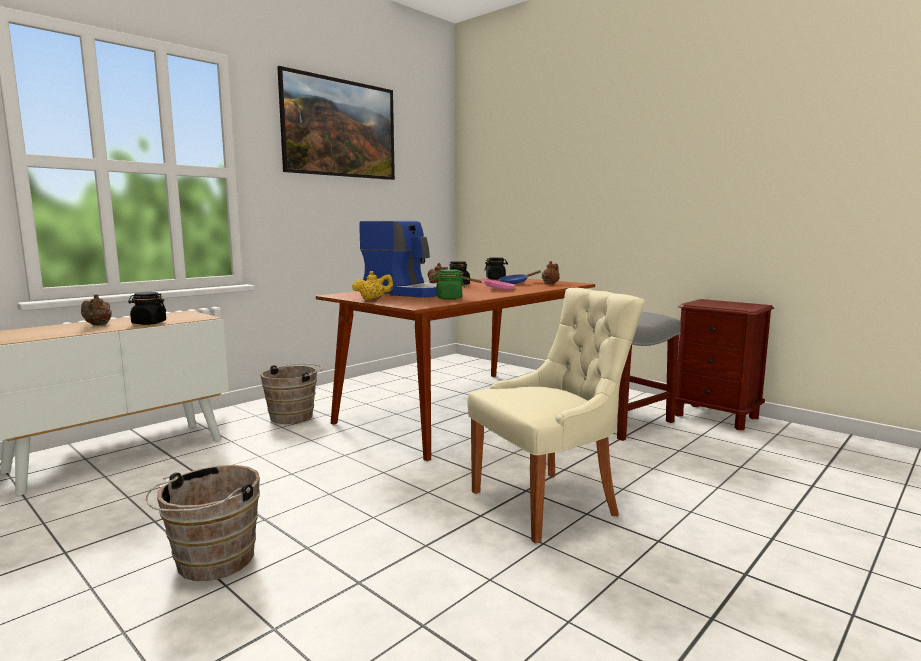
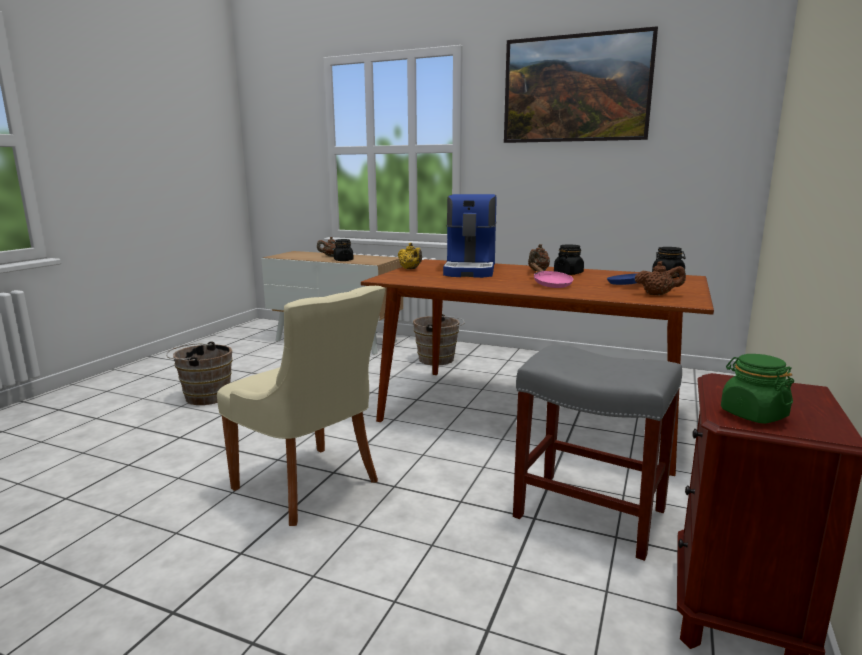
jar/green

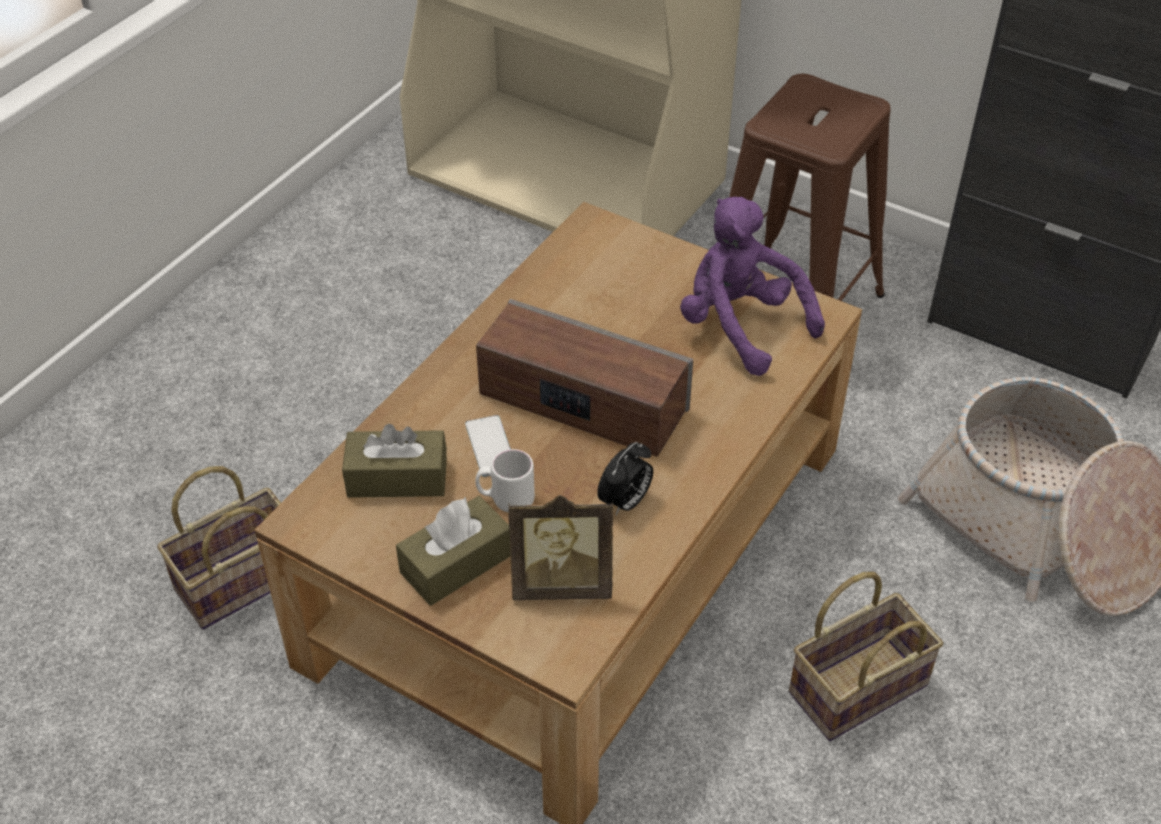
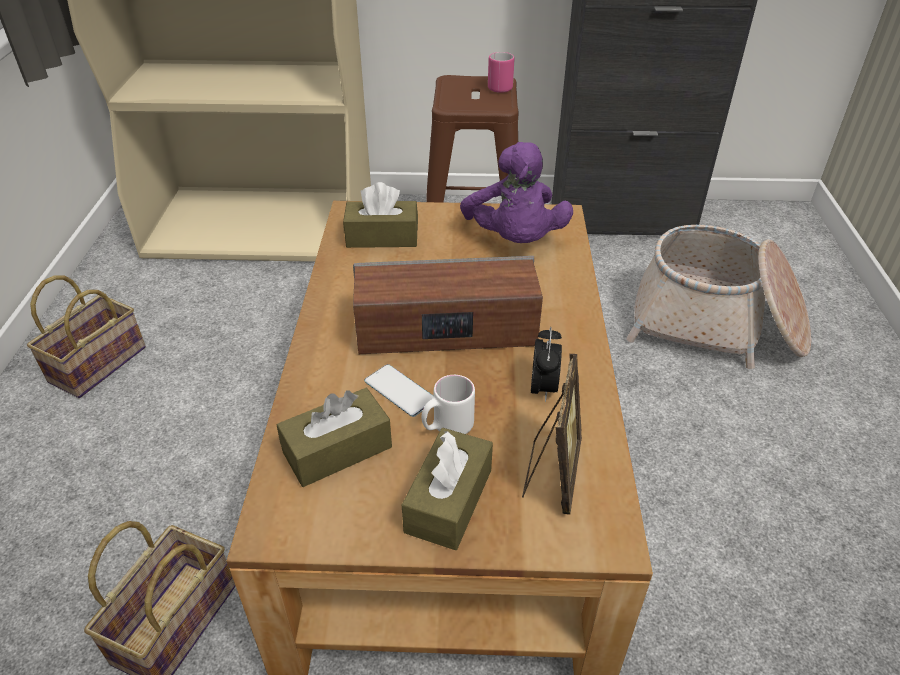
plush toy/purple; picture frame; basket (1st from left); mug/pink; tissue box/brown (2nd from left)

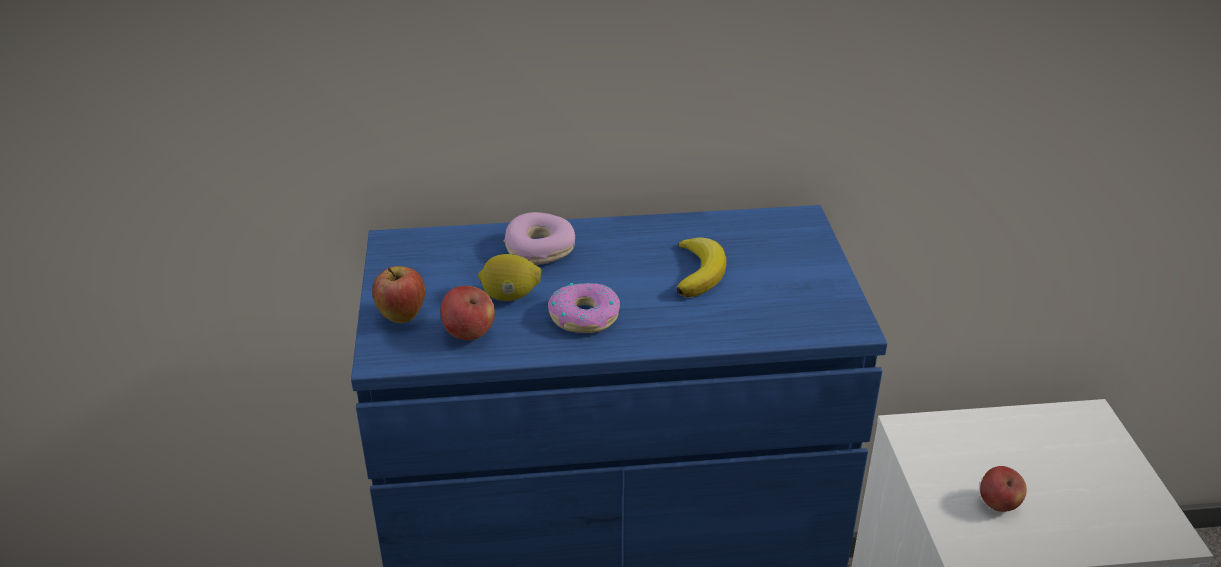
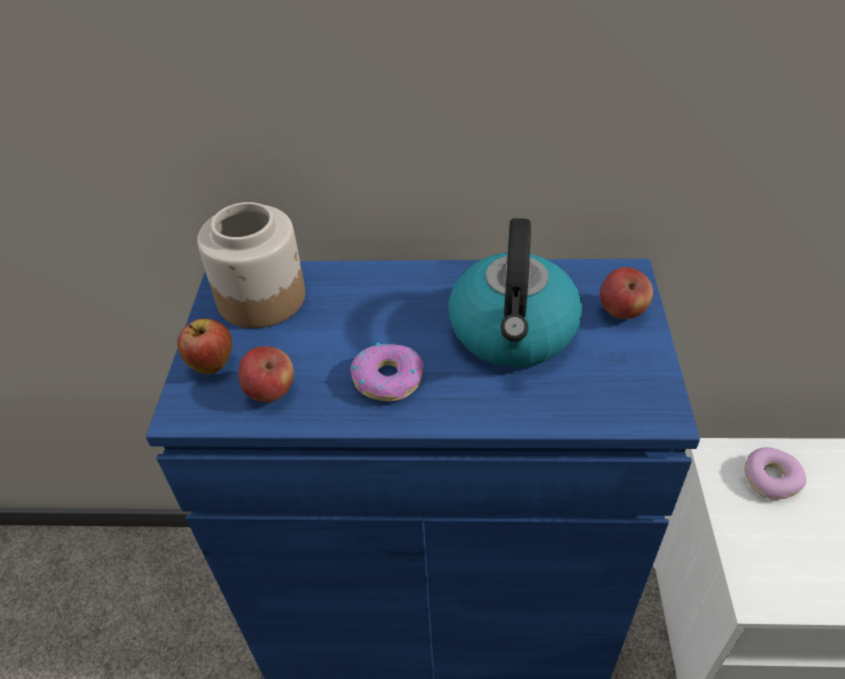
donut (2nd from left); kettle; lemon; apple (3rd from left); jar

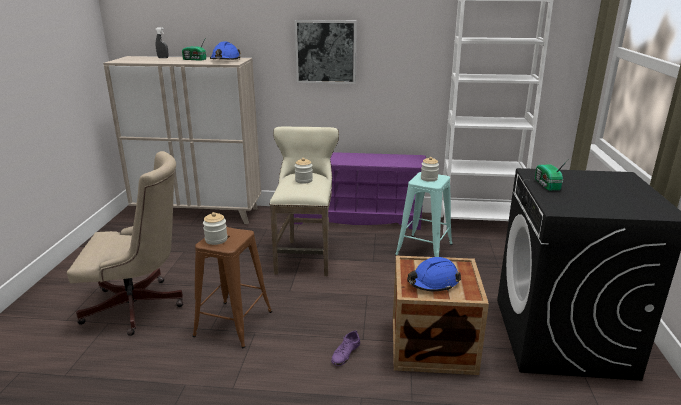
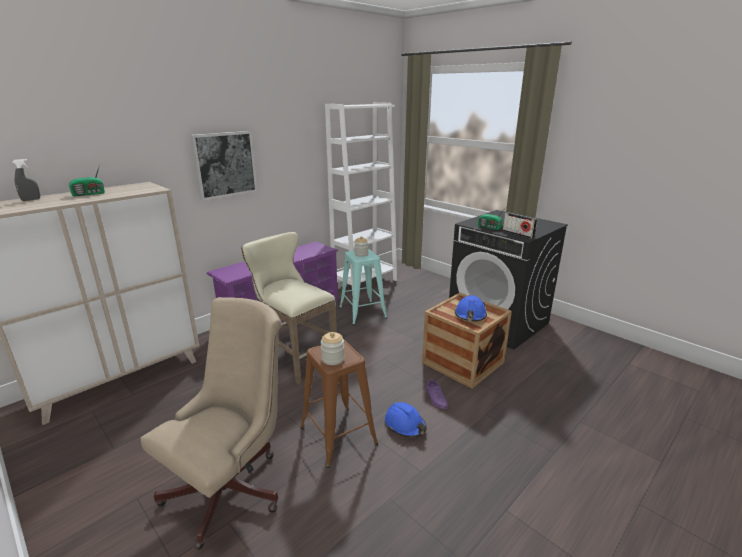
hard hat/blue (1st from left); jar (2nd from left in the first image); radio (3rd from left)

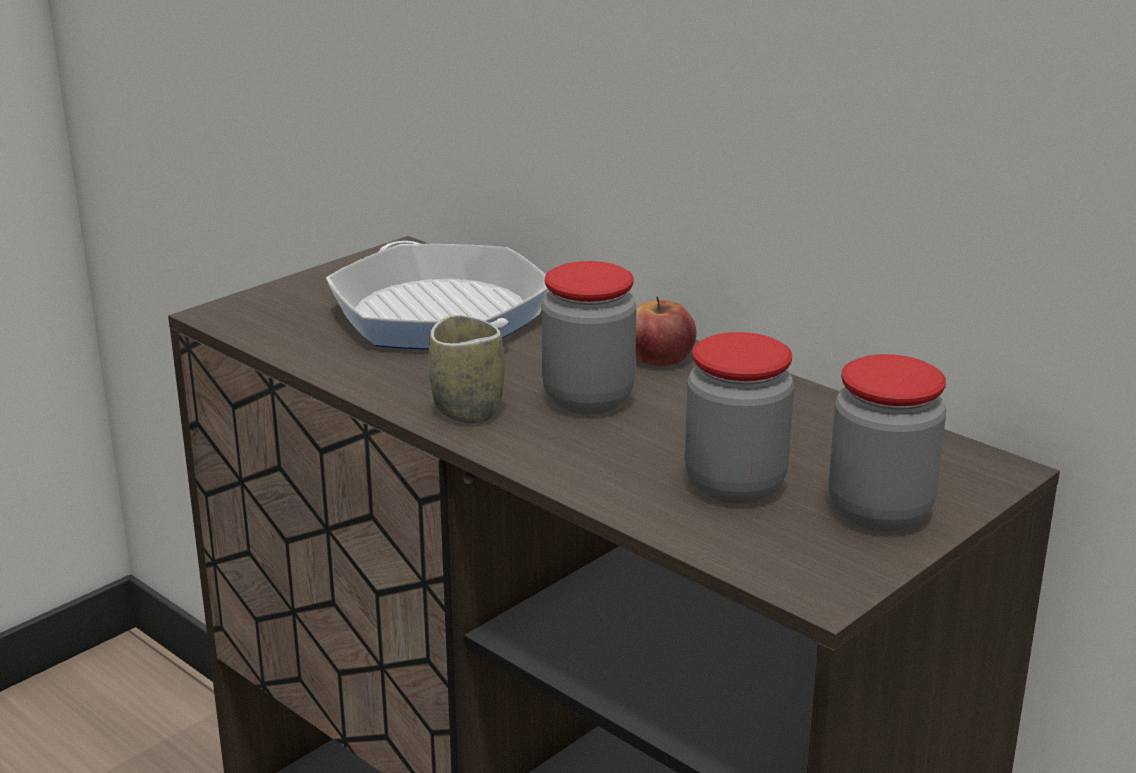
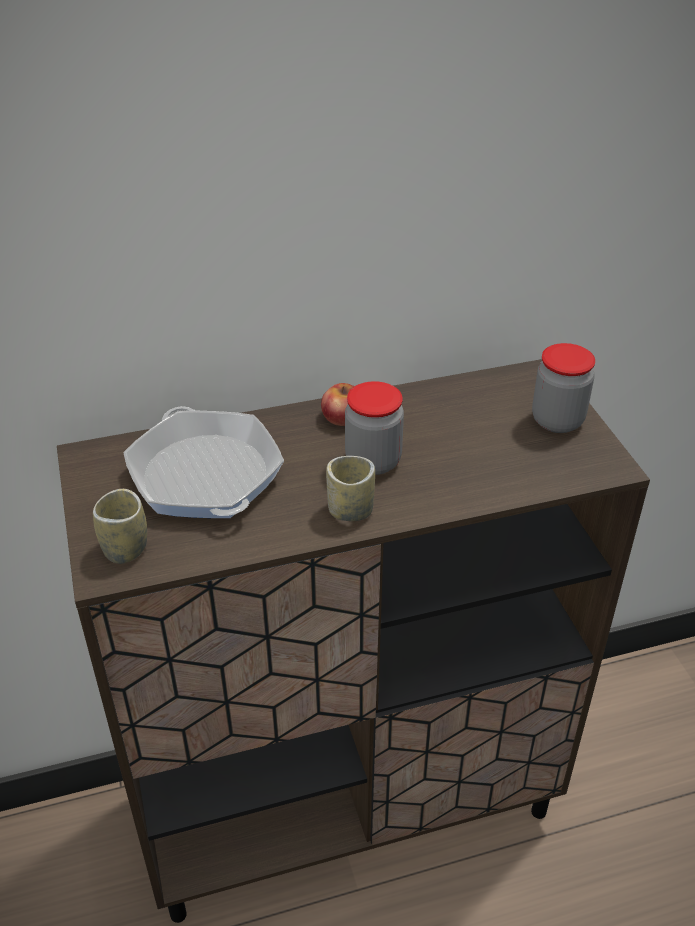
frying pan; jar (2nd from left in the first image); cup (1st from left)

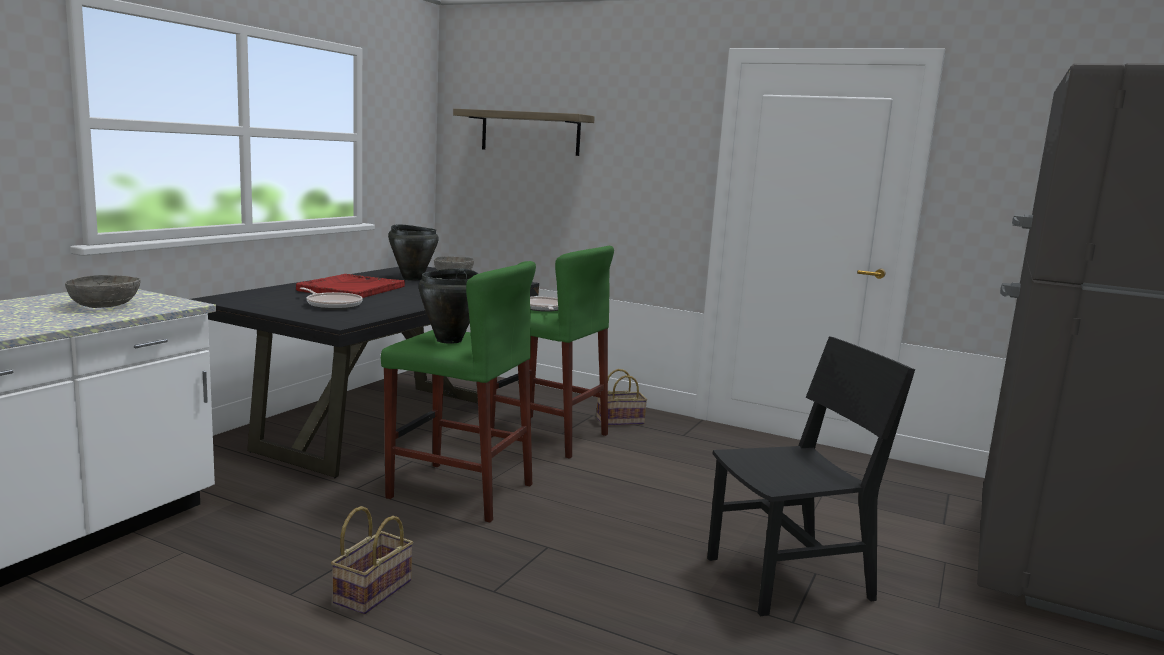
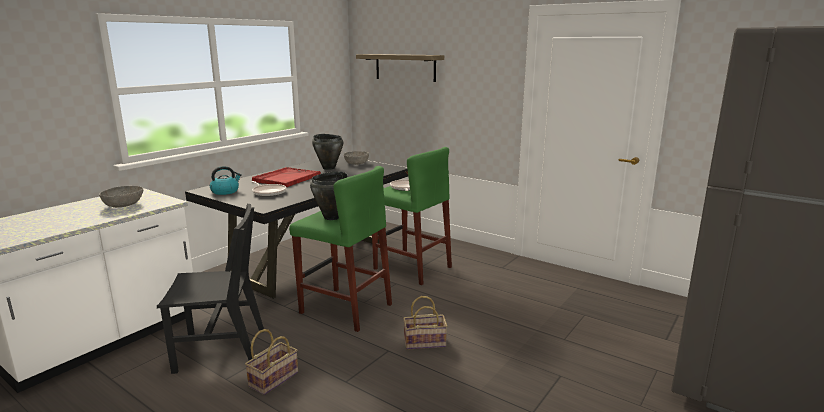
chair/black; basket (2nd from left); kettle

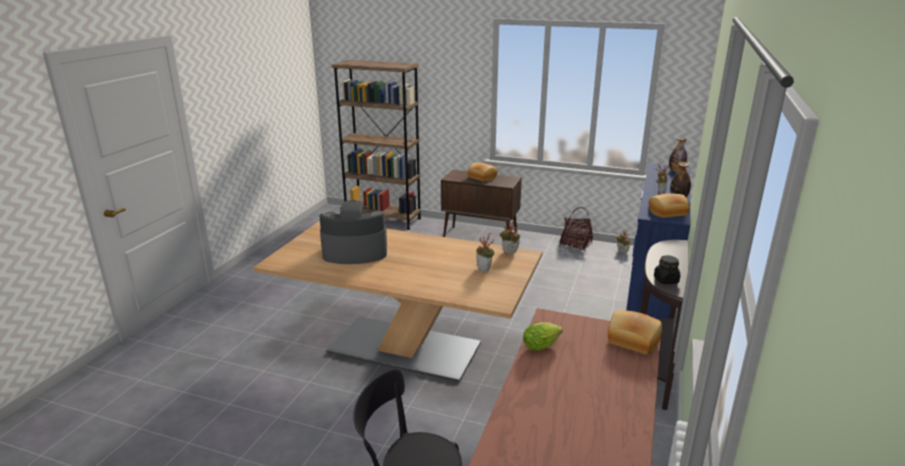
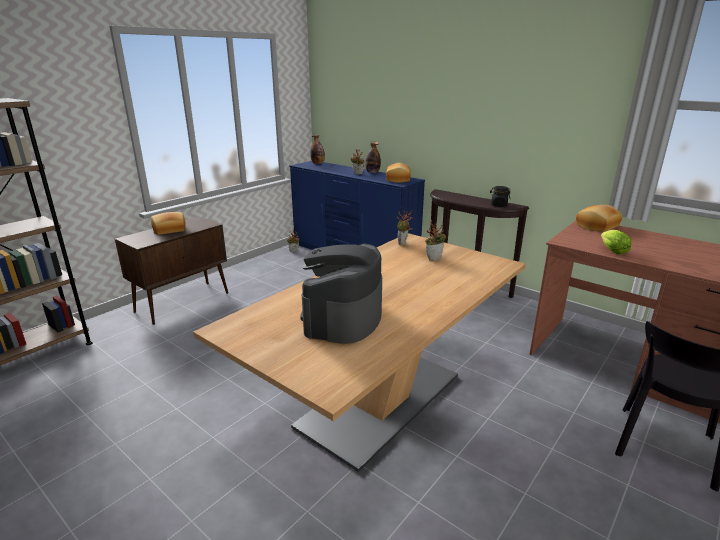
basket

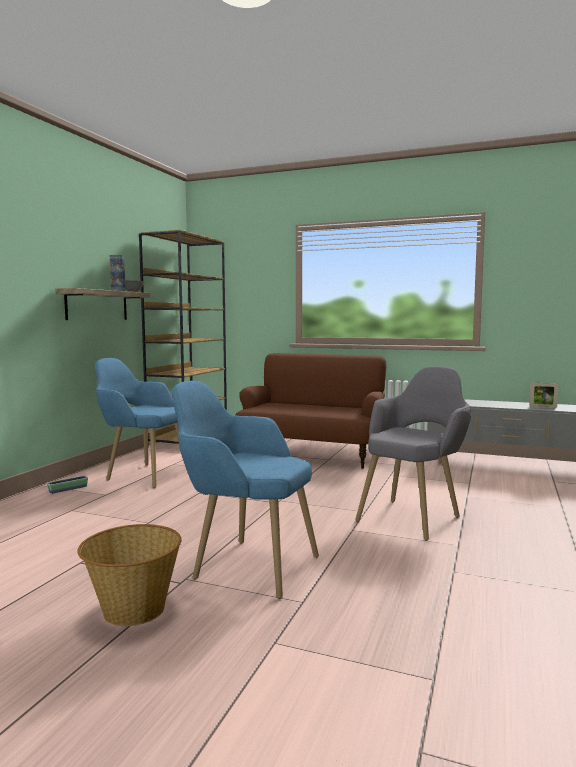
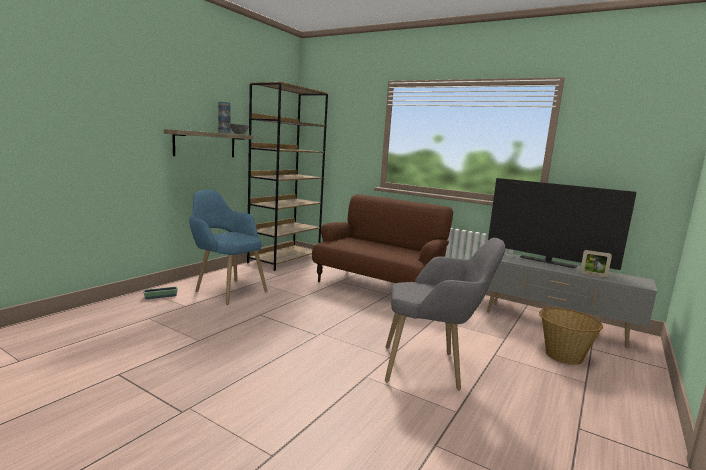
armchair/grey; armchair/blue (2nd from left in the first image); basket; television

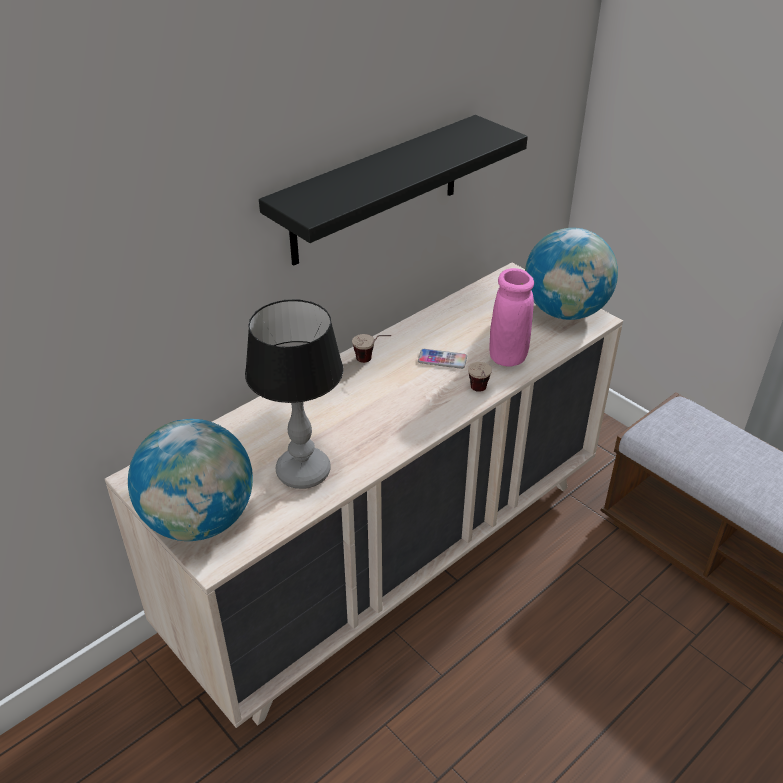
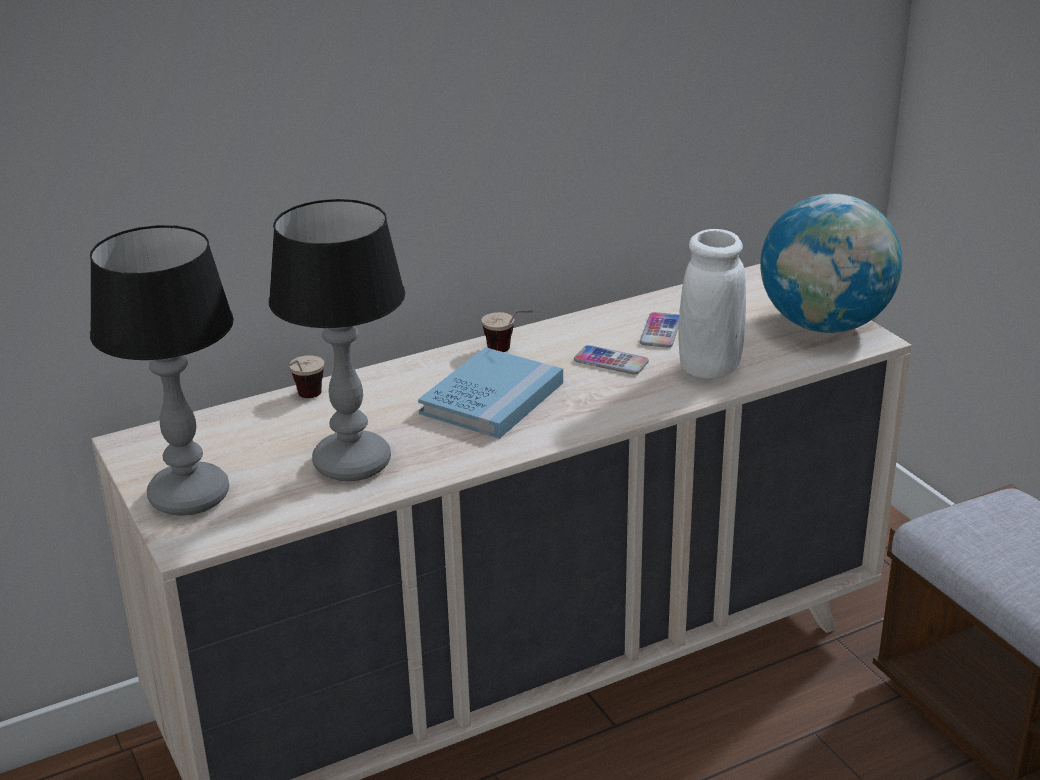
shelf/black; vase/white; cup (1st from left); table lamp (1st from left); phone (2nd from left); book/blue

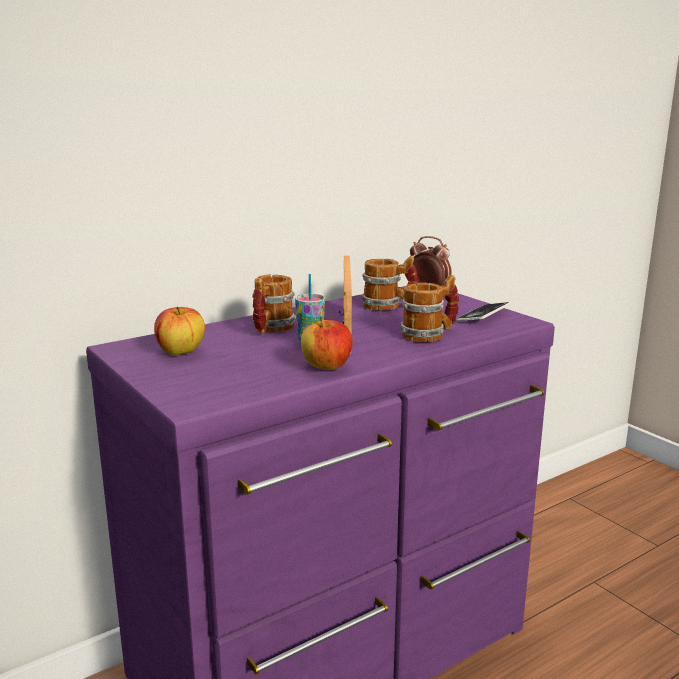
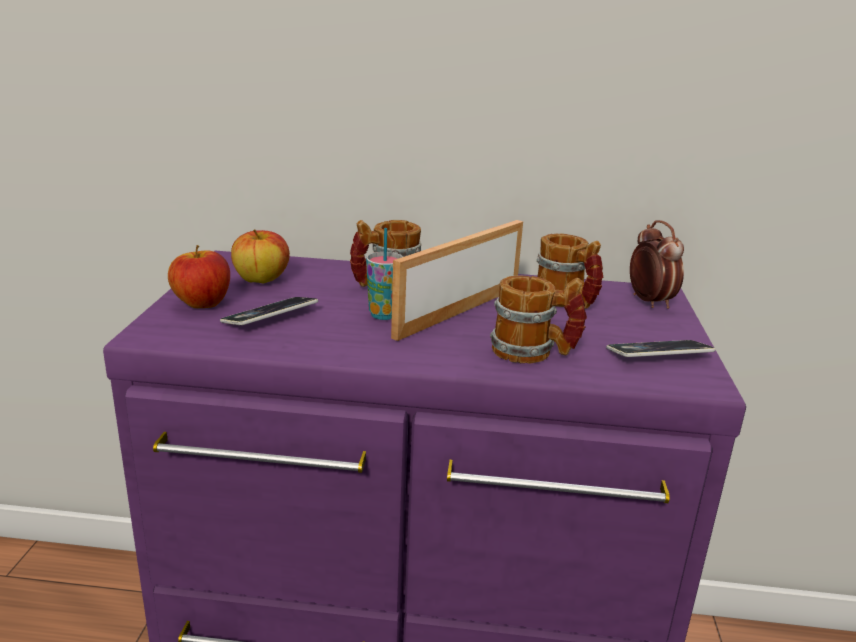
apple (1st from left); phone (1st from left)

